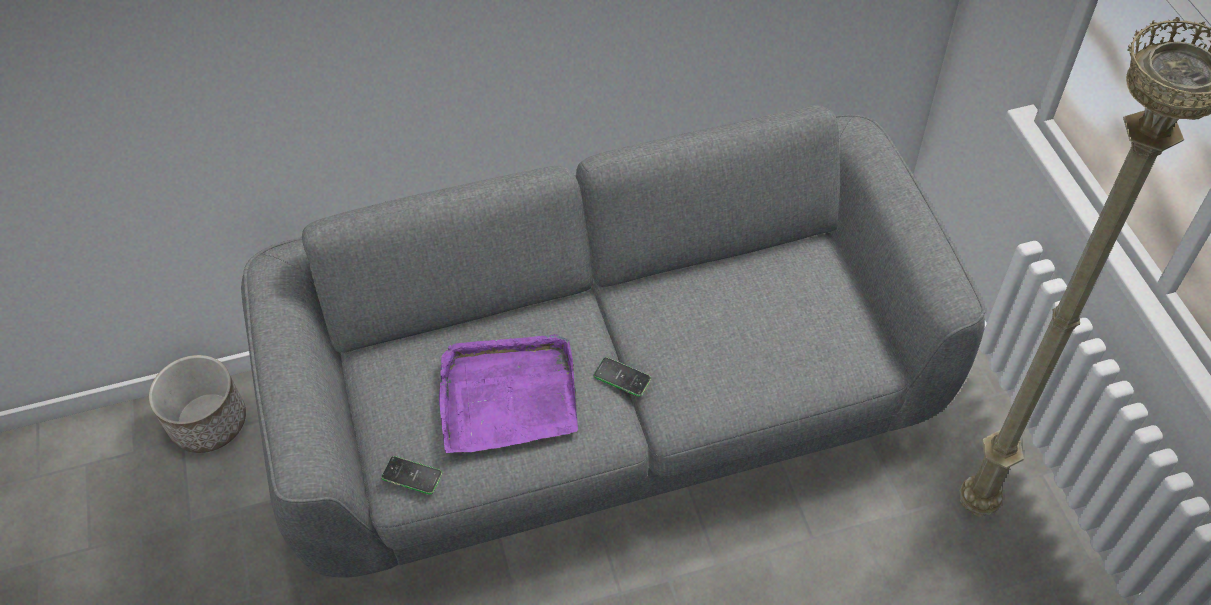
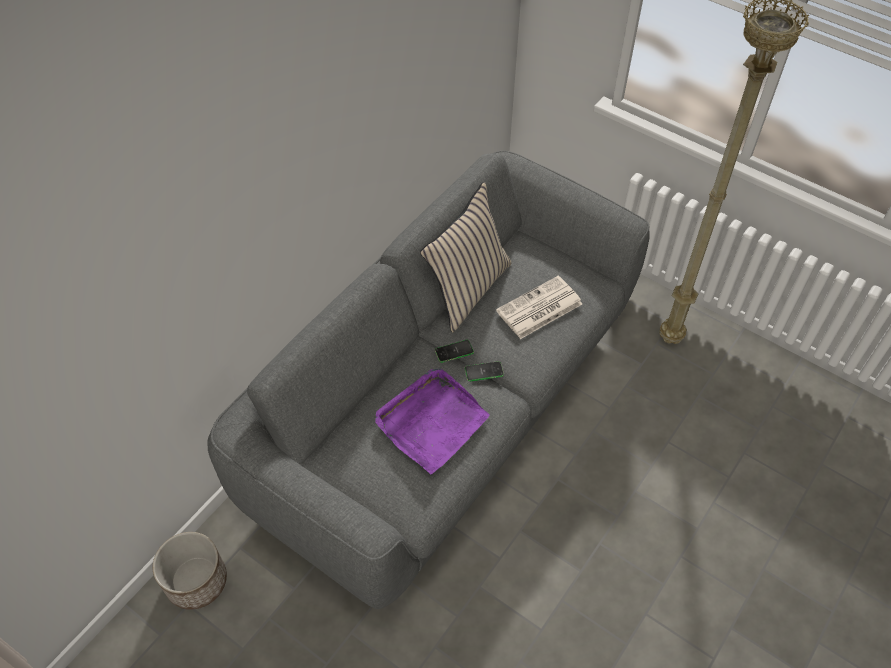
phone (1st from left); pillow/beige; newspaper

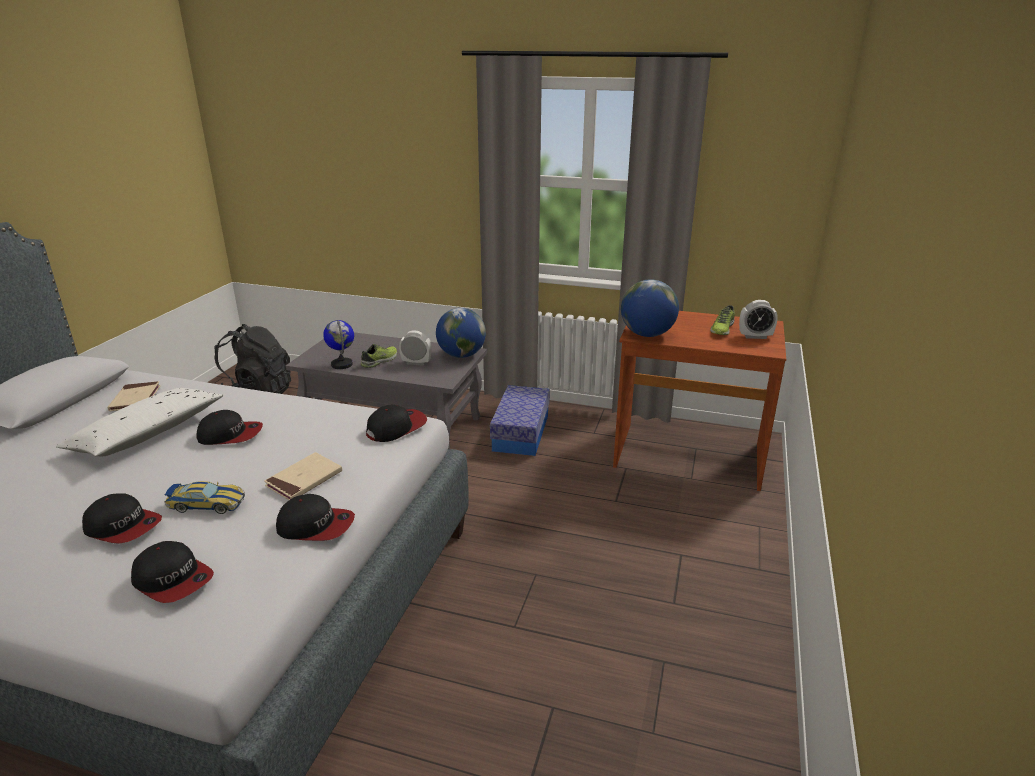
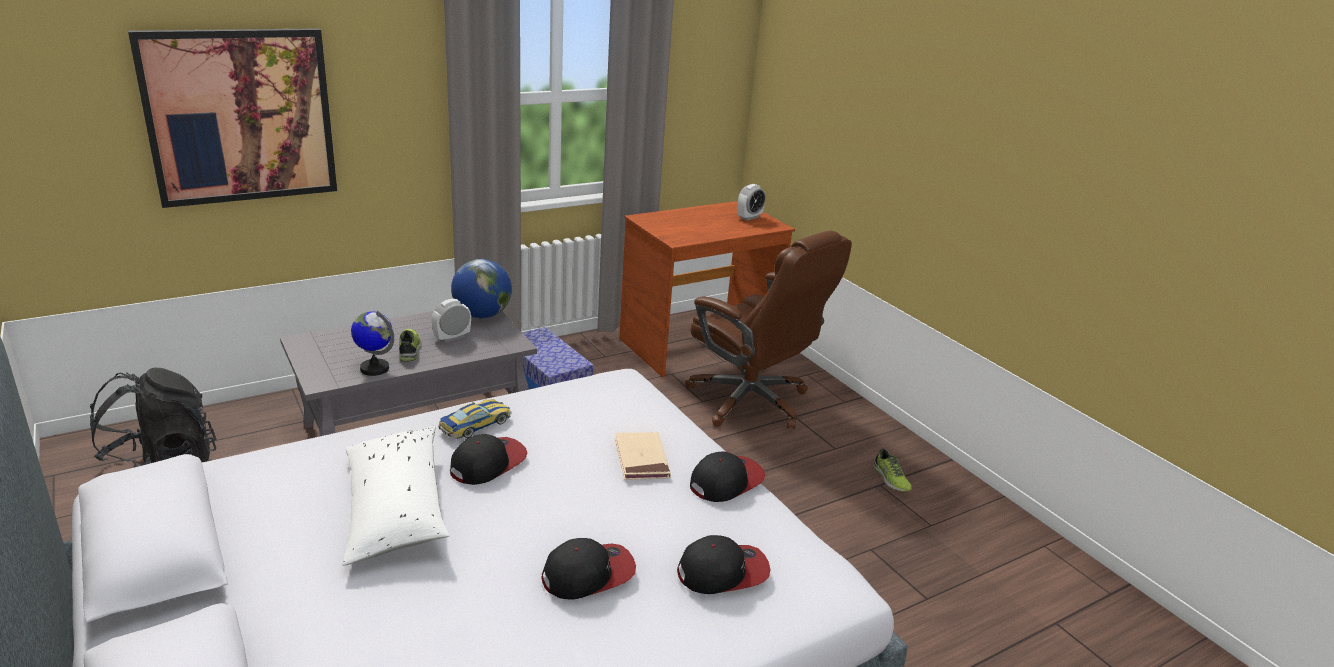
globe (3rd from left in the first image); shoe (2nd from left); book/beige (1st from left in the first image); cap (5th from left in the first image); toy car; picture; office chair/brown

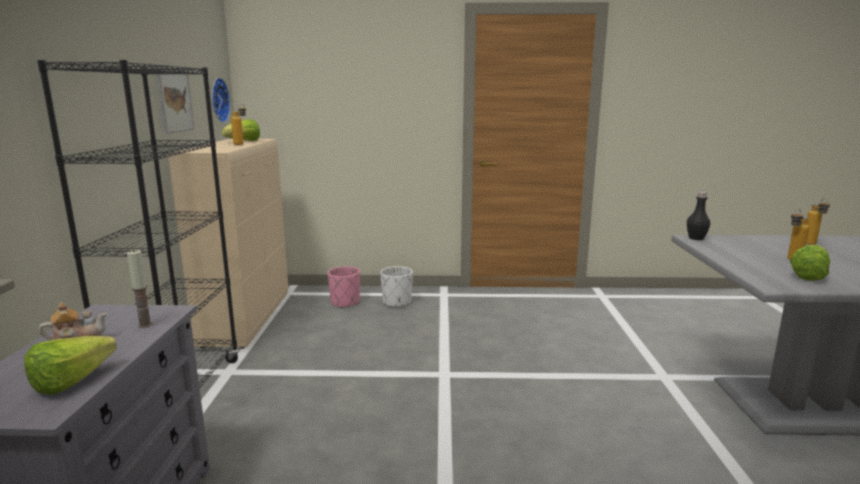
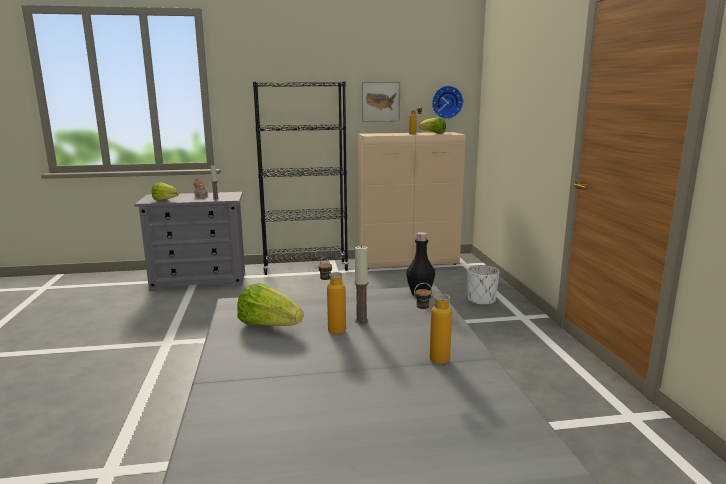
planter/pink; candle (2nd from left)

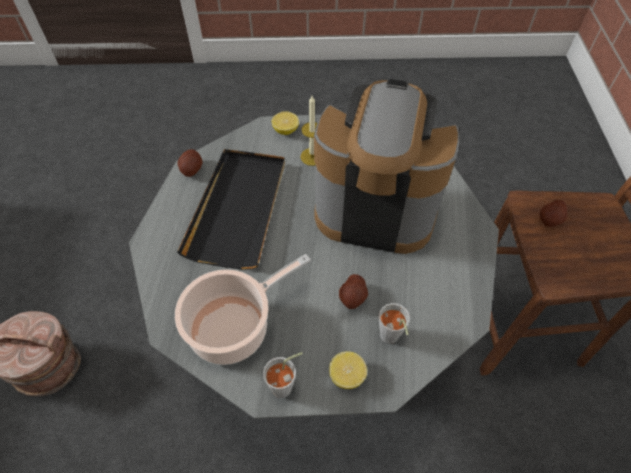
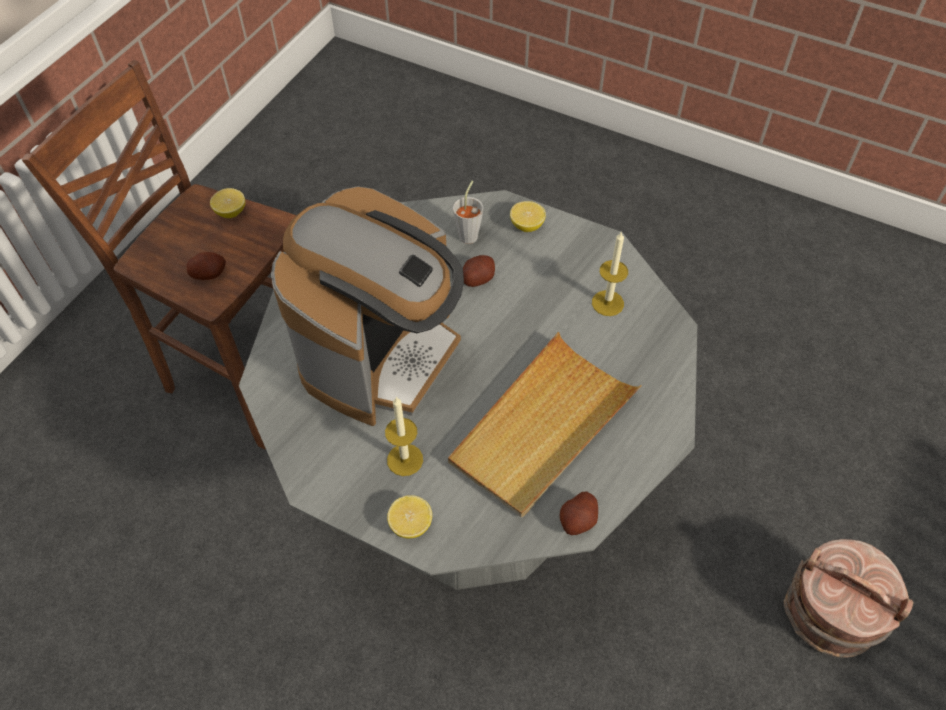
coffee machine; tray/beige; candle (2nd from left); cup/grey (1st from left in the first image); lemon (1st from left)

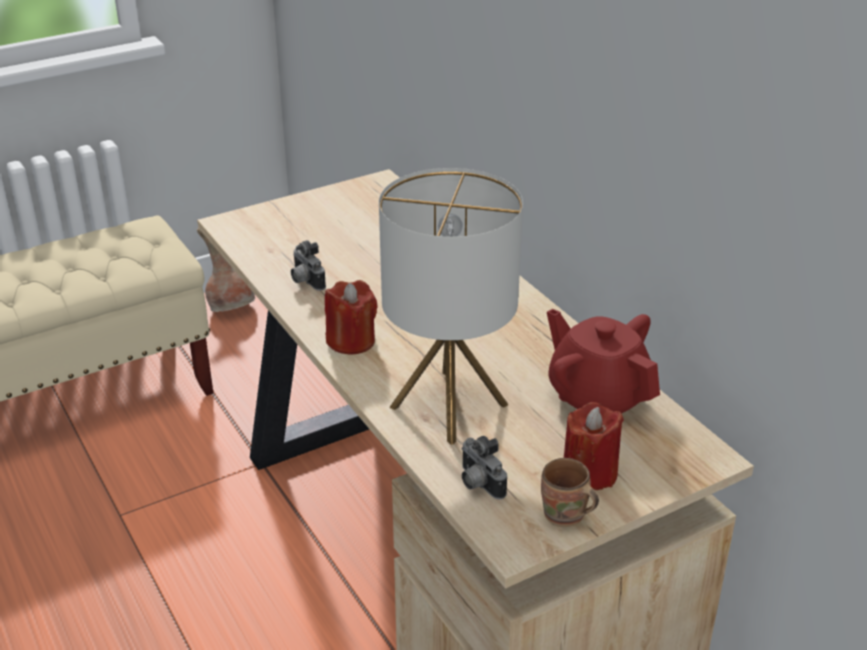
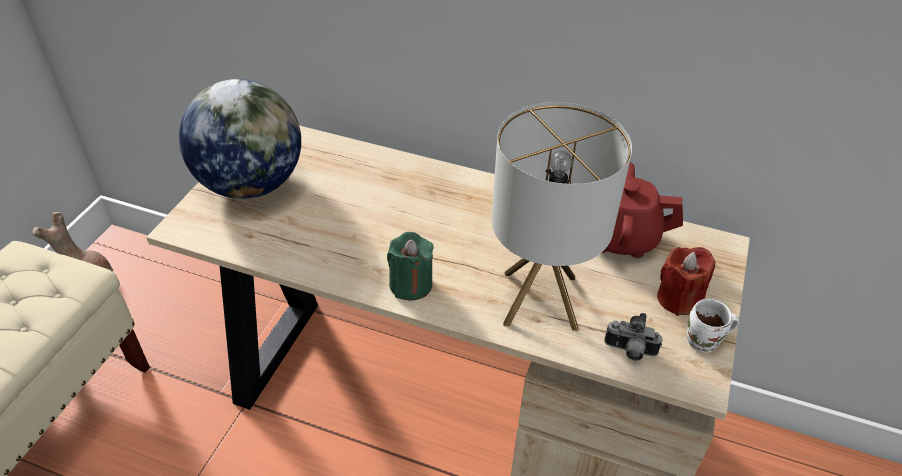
photo camera (1st from left in the first image); candle/green; mug/white; globe

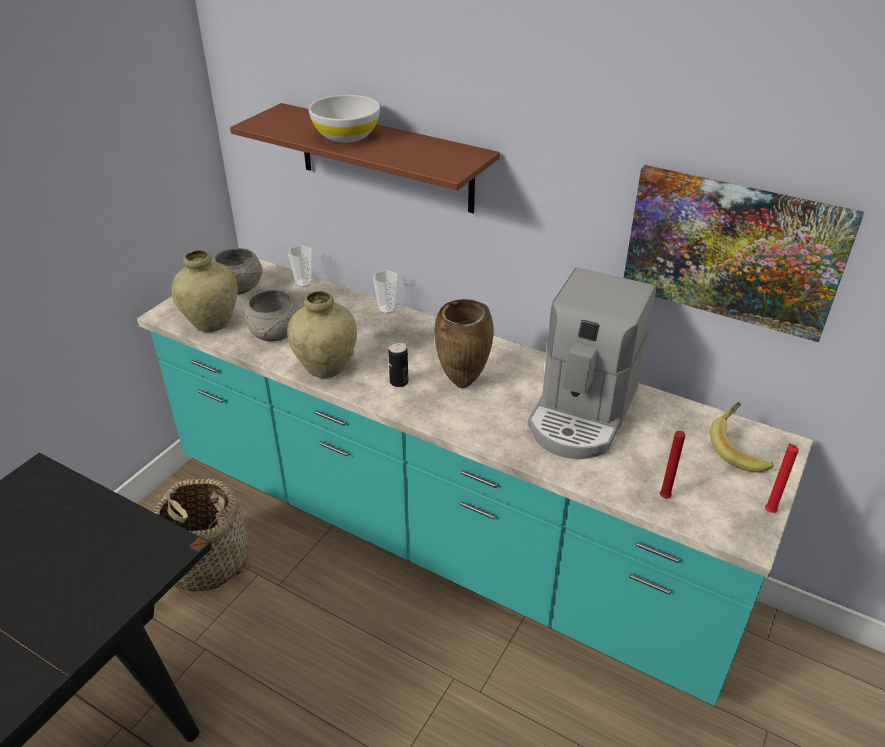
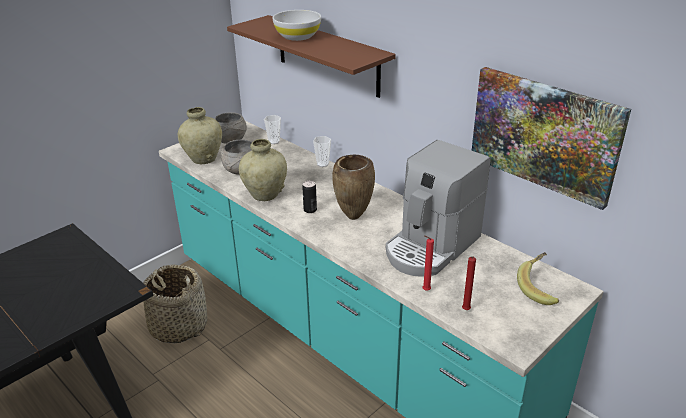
candle/red (1st from left)

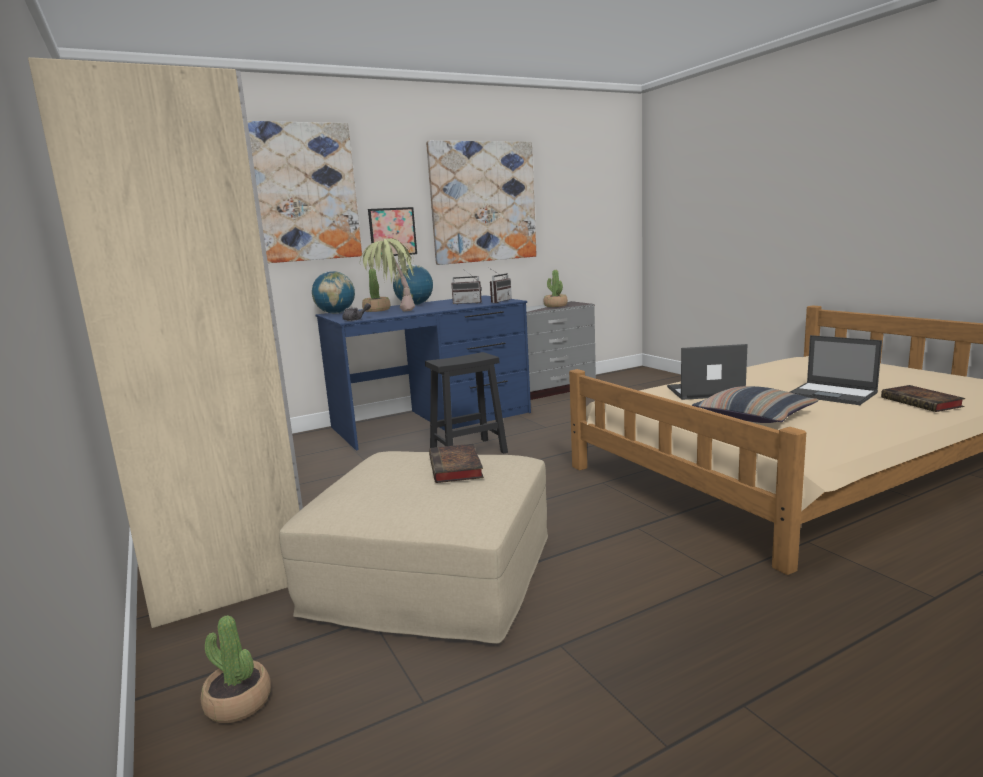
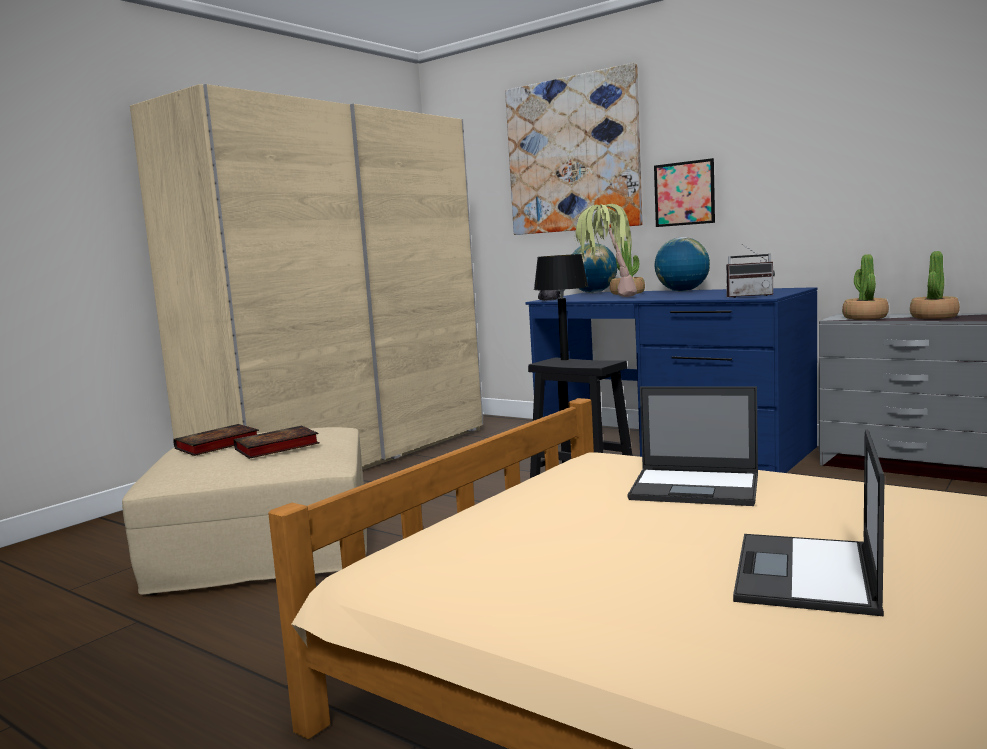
picture (3rd from left in the first image); radio (1st from left in the first image); laptop (1st from left); book (1st from left); pillow; potted plant (3rd from left); table lamp/black

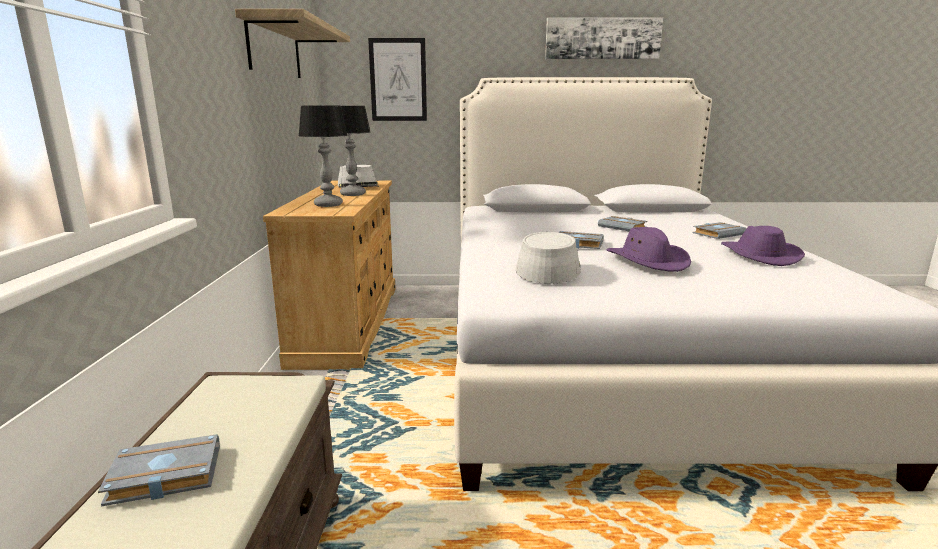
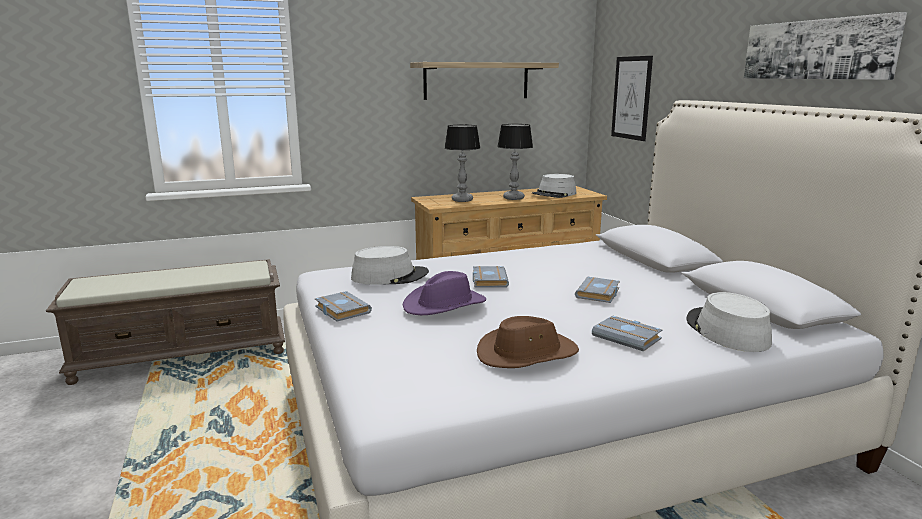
hat/brown; book/grey (1st from left); hat/grey (3rd from left)

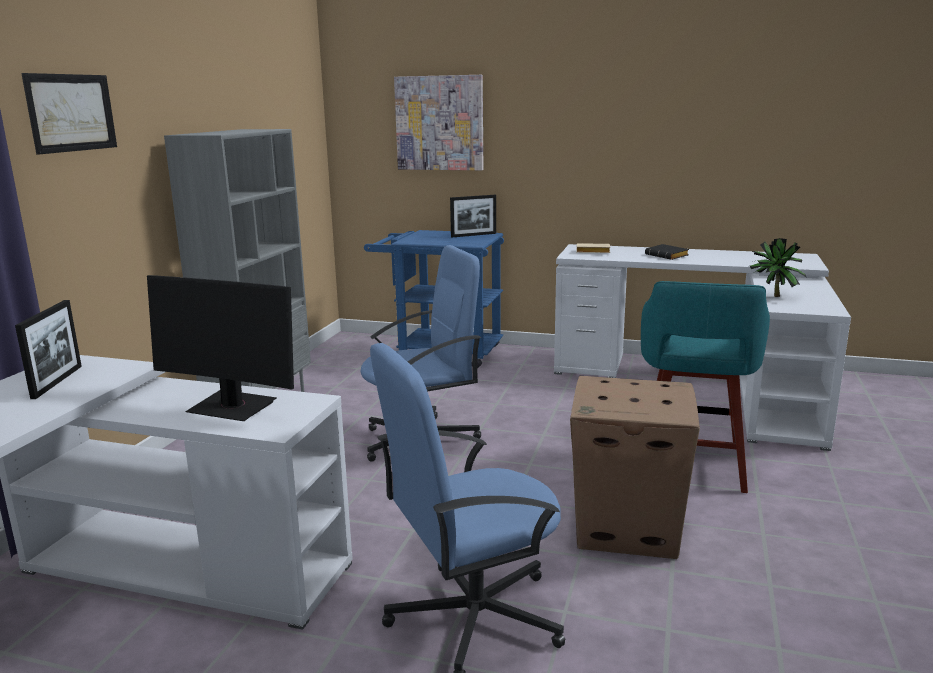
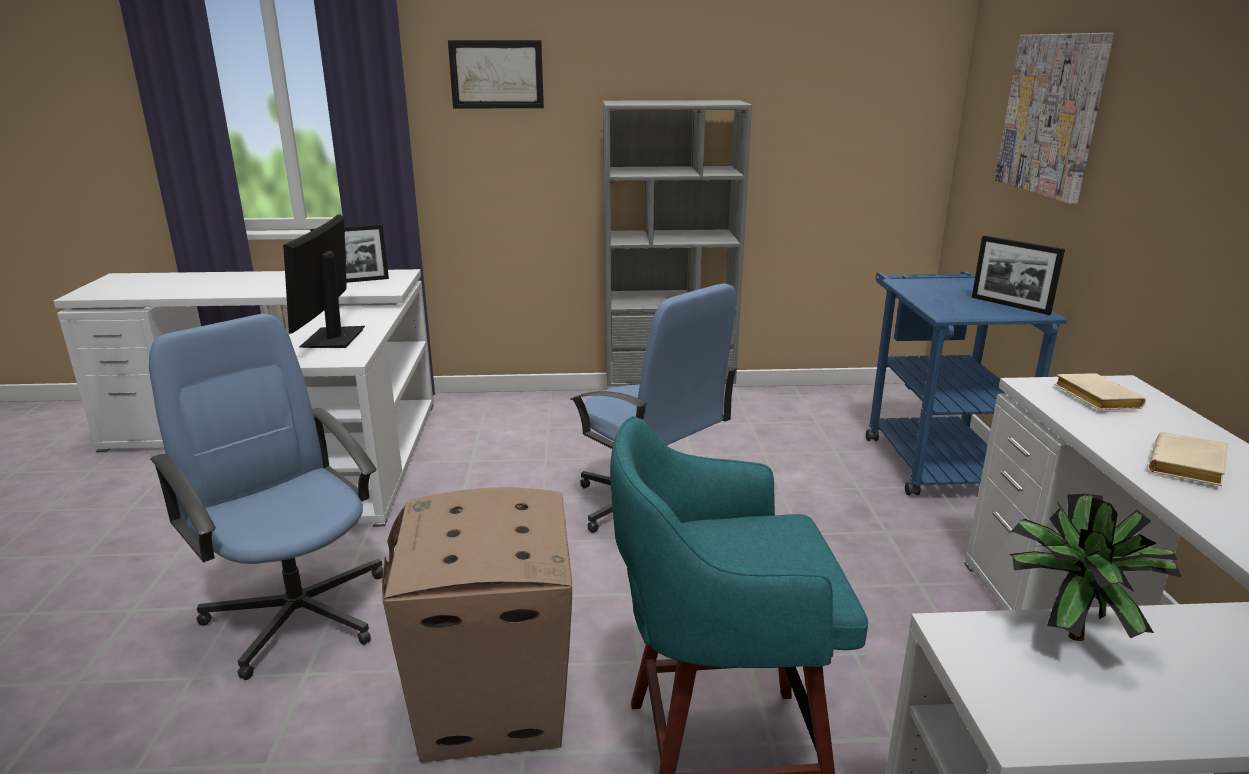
book/beige (2nd from left)

